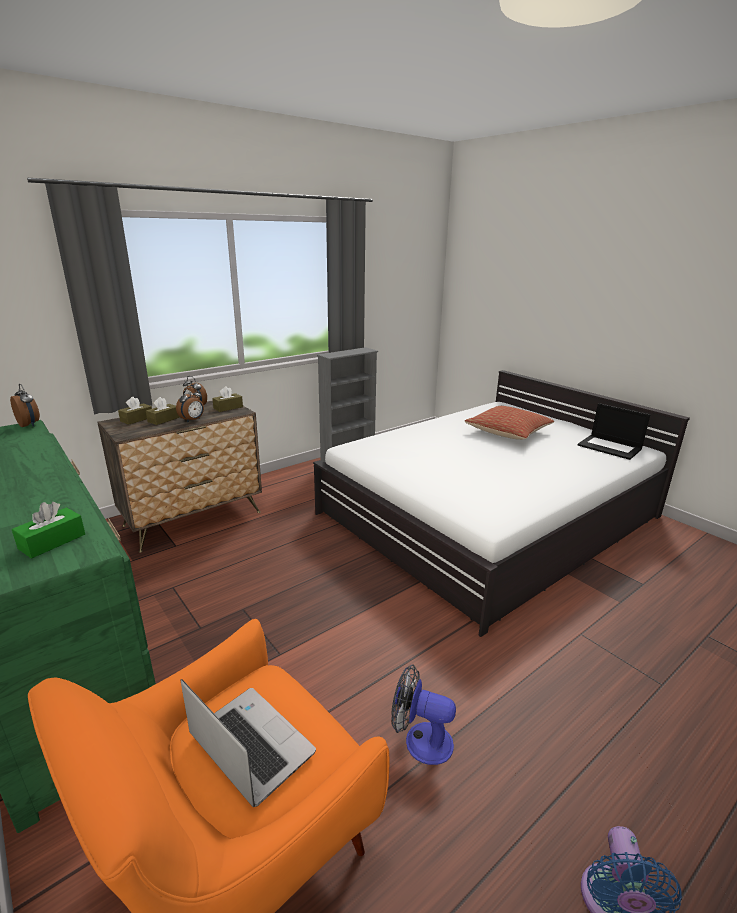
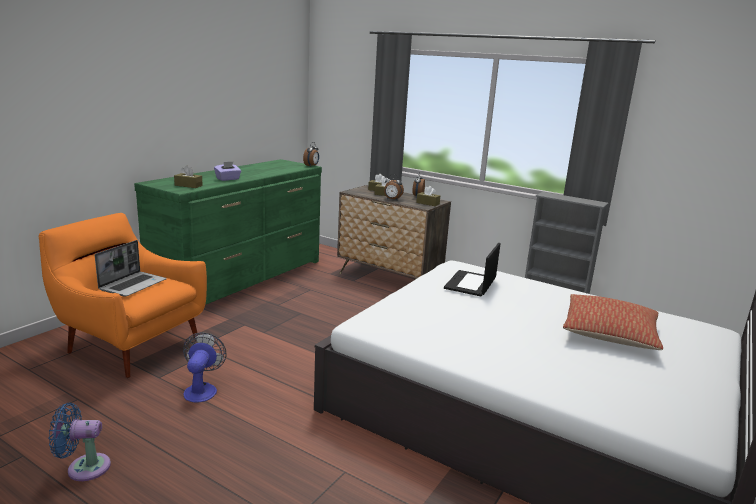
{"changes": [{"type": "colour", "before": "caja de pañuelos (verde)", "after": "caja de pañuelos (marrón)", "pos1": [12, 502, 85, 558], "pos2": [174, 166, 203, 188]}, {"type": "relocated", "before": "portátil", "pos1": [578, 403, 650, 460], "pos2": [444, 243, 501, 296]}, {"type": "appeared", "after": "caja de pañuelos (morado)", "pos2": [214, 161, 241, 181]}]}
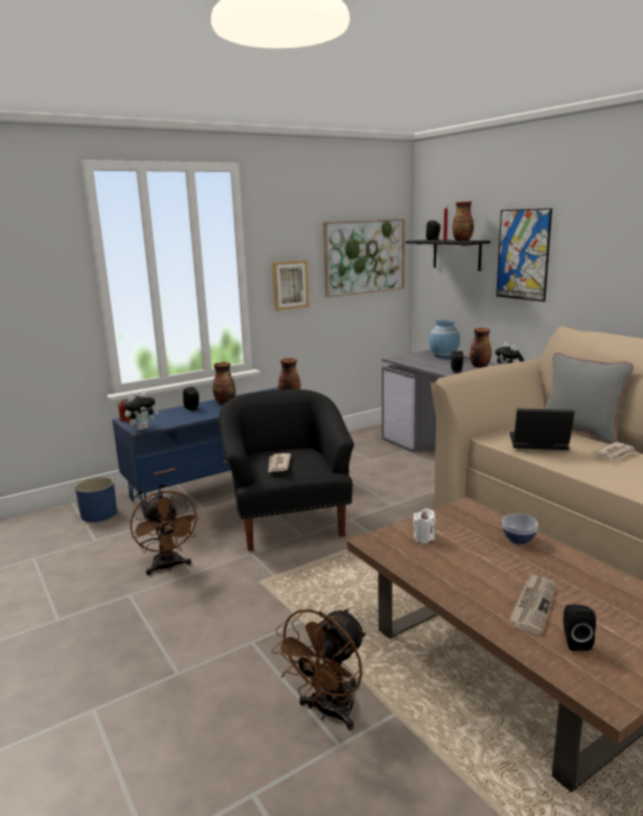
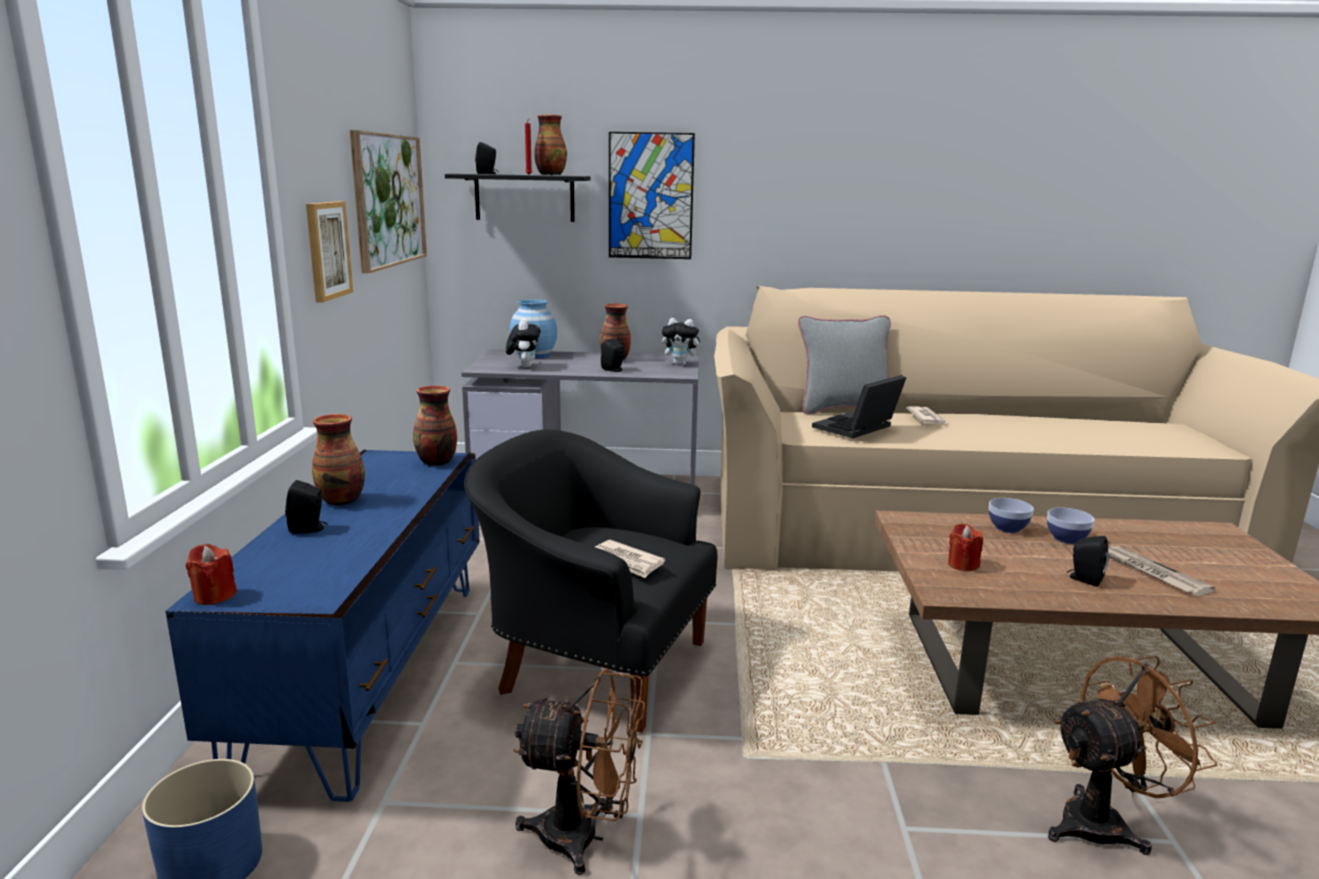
{"changes": [{"type": "relocated", "before": "peluche", "pos1": [124, 392, 158, 431], "pos2": [506, 318, 541, 368]}, {"type": "spun", "before": "ventilador (marrón)", "pos1": [272, 609, 366, 730], "pos2": [1048, 655, 1217, 855], "turn": -90}, {"type": "colour", "before": "vela (blanco)", "after": "vela (rojo)", "pos1": [413, 509, 435, 544], "pos2": [948, 523, 983, 571]}, {"type": "relocated", "before": "altavoz (negro)", "pos1": [563, 605, 596, 651], "pos2": [1066, 536, 1109, 587]}, {"type": "appeared", "after": "cuenco", "pos2": [1047, 507, 1094, 544]}]}
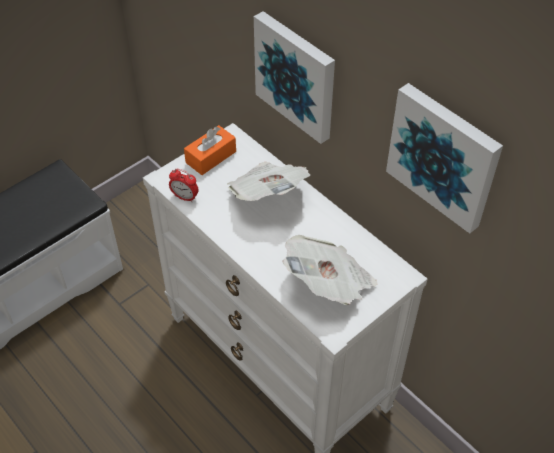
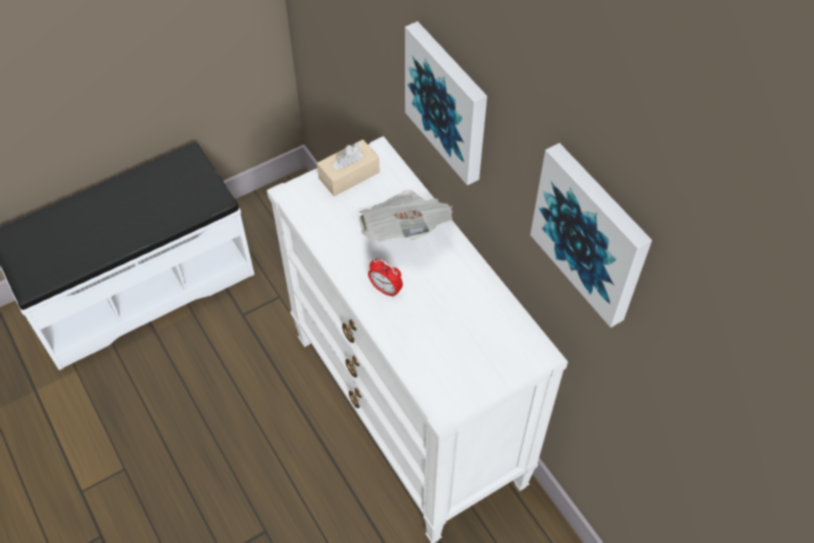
{"changes": [{"type": "relocated", "before": "despertador", "pos1": [169, 169, 199, 202], "pos2": [368, 258, 403, 298]}, {"type": "colour", "before": "caja de pañuelos (naranja)", "after": "caja de pañuelos (beis)", "pos1": [184, 125, 236, 175], "pos2": [317, 139, 380, 196]}, {"type": "missing", "before": "periódico", "pos1": [282, 235, 377, 305]}]}
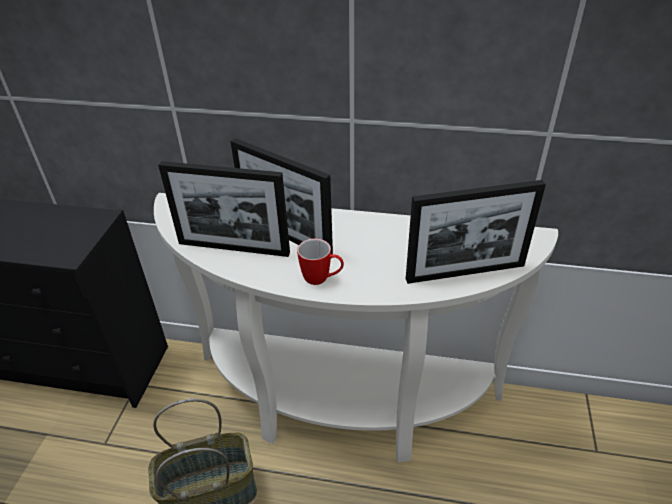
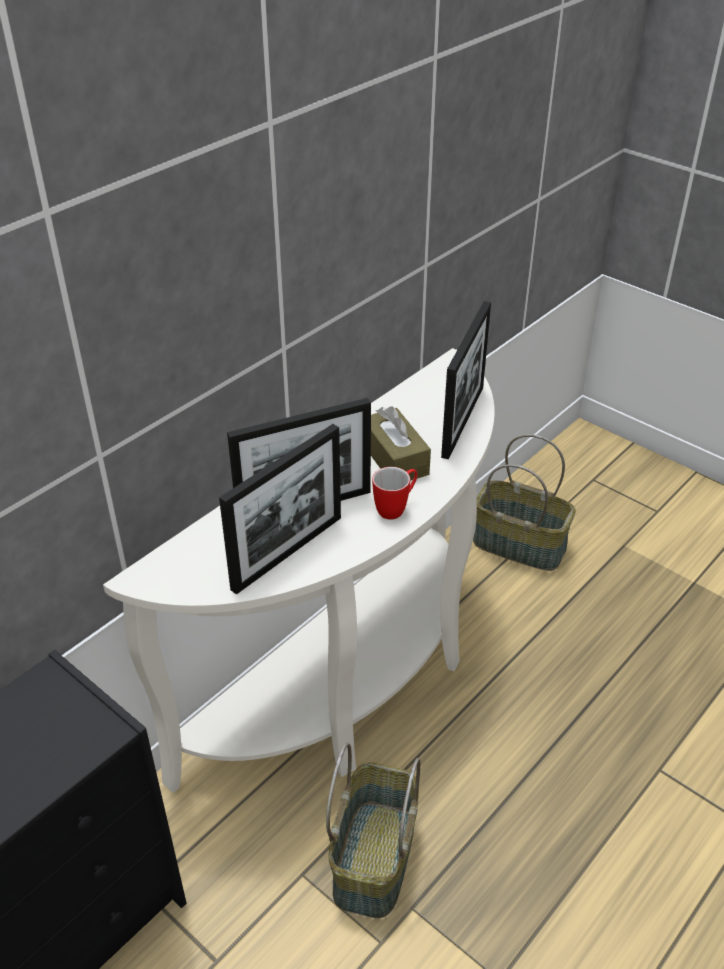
{"changes": [{"type": "appeared", "after": "caja de pañuelos (marrón)", "pos2": [371, 406, 431, 481]}, {"type": "appeared", "after": "cesta", "pos2": [473, 434, 576, 571]}]}
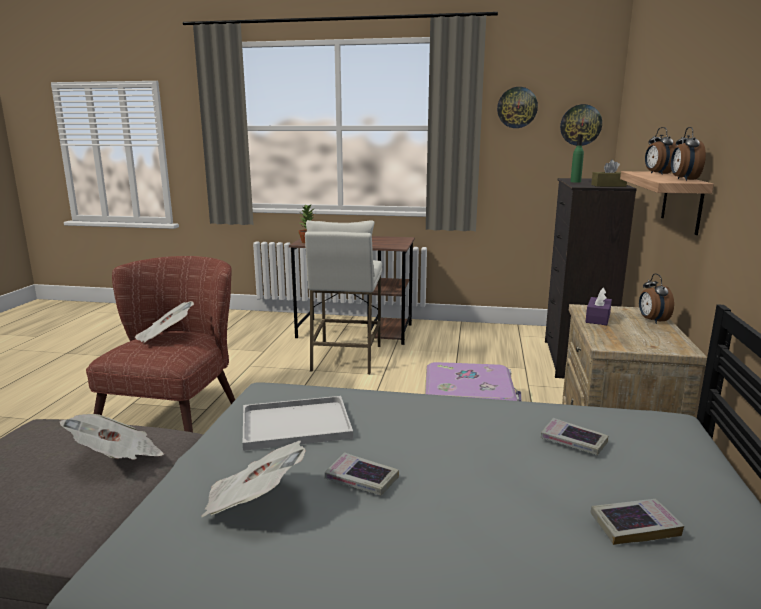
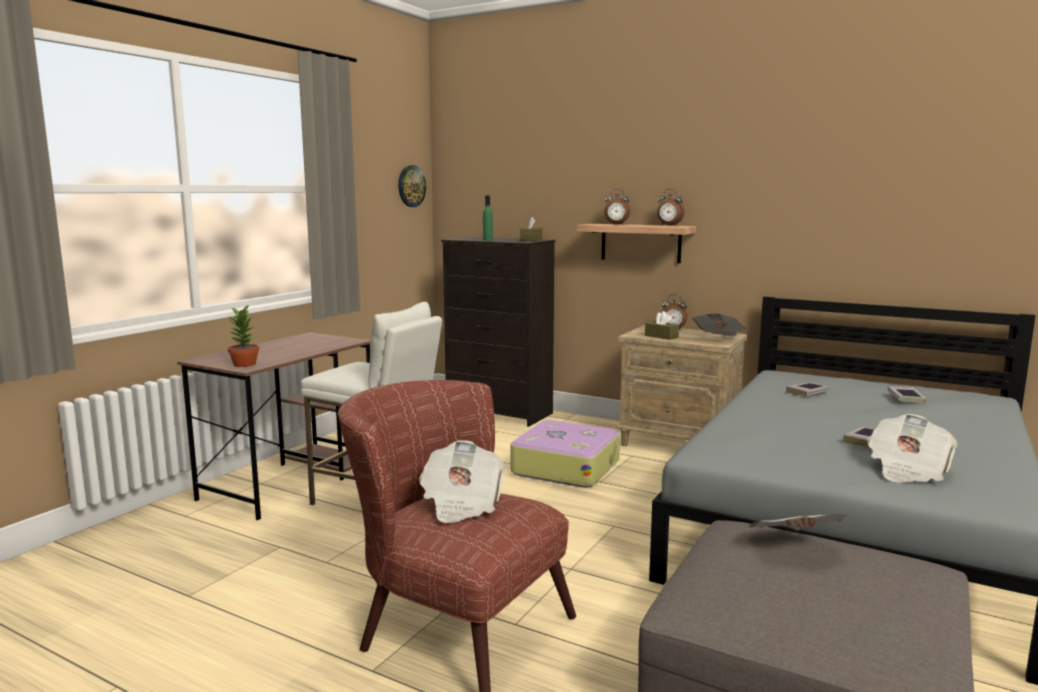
{"changes": [{"type": "missing", "before": "bandeja (blanco)", "pos1": [243, 396, 353, 451]}, {"type": "missing", "before": "reloj de pared", "pos1": [497, 87, 538, 128]}, {"type": "colour", "before": "caja de pañuelos (morado)", "after": "caja de pañuelos (marrón)", "pos1": [585, 287, 612, 325], "pos2": [645, 311, 679, 340]}, {"type": "appeared", "after": "periódico", "pos2": [692, 314, 745, 336]}]}
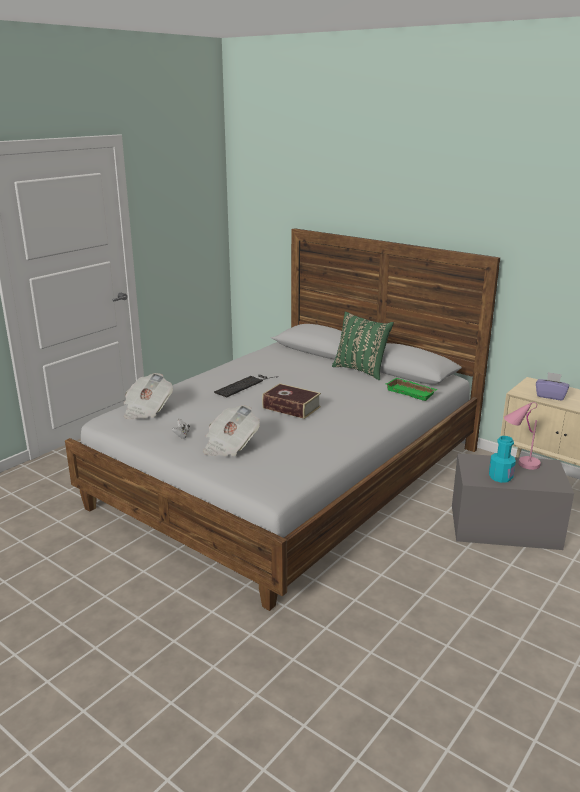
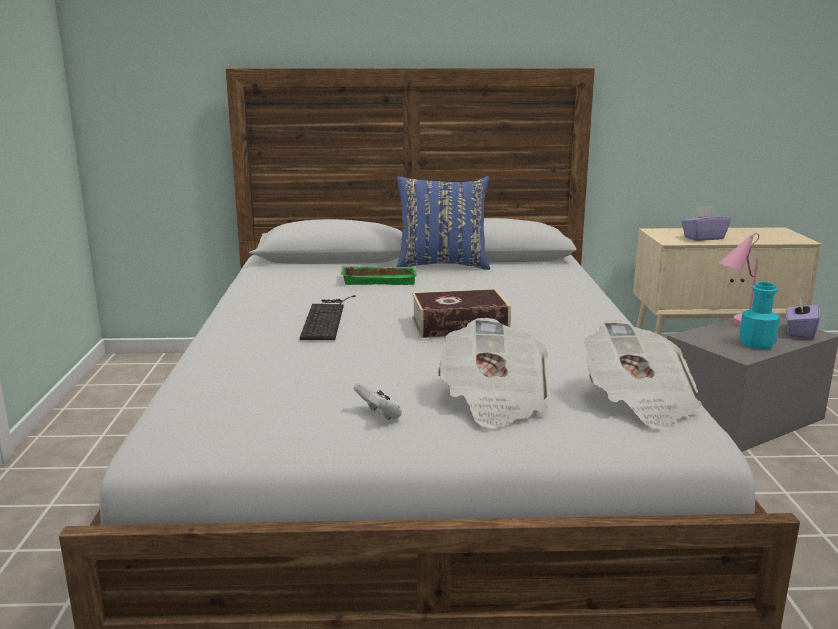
{"changes": [{"type": "relocated", "before": "periódico", "pos1": [124, 373, 173, 420], "pos2": [584, 320, 702, 430]}, {"type": "colour", "before": "cojín (verde)", "after": "cojín (azul)", "pos1": [332, 312, 394, 380], "pos2": [397, 176, 490, 270]}, {"type": "relocated", "before": "bandeja (verde)", "pos1": [386, 377, 438, 401], "pos2": [341, 266, 417, 285]}, {"type": "appeared", "after": "caja de pañuelos (morado)", "pos2": [786, 296, 820, 340]}]}
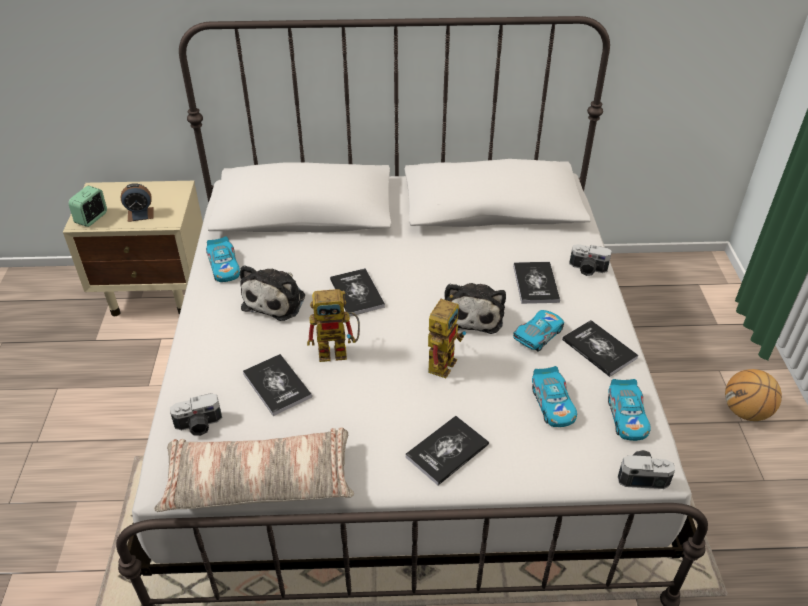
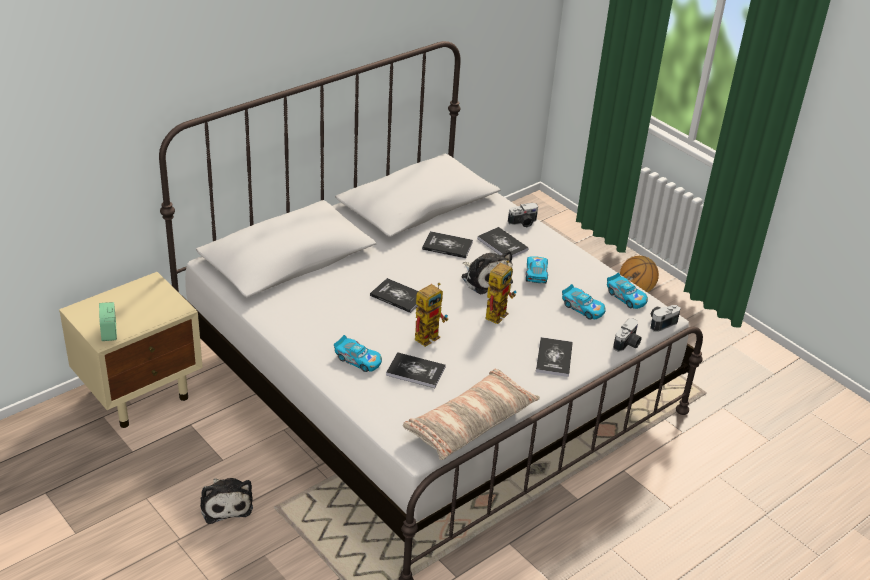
{"changes": [{"type": "missing", "before": "despertador", "pos1": [121, 183, 153, 222]}, {"type": "relocated", "before": "cámara", "pos1": [170, 393, 222, 436], "pos2": [613, 318, 641, 352]}, {"type": "relocated", "before": "coche de juguete", "pos1": [206, 236, 240, 282], "pos2": [334, 335, 382, 372]}, {"type": "relocated", "before": "peluche", "pos1": [240, 265, 305, 321], "pos2": [200, 478, 253, 524]}, {"type": "spun", "before": "robot de juguete", "pos1": [428, 295, 466, 378], "pos2": [485, 260, 516, 324], "turn": 45}, {"type": "relocated", "before": "libro", "pos1": [562, 320, 638, 377], "pos2": [422, 231, 473, 258]}]}
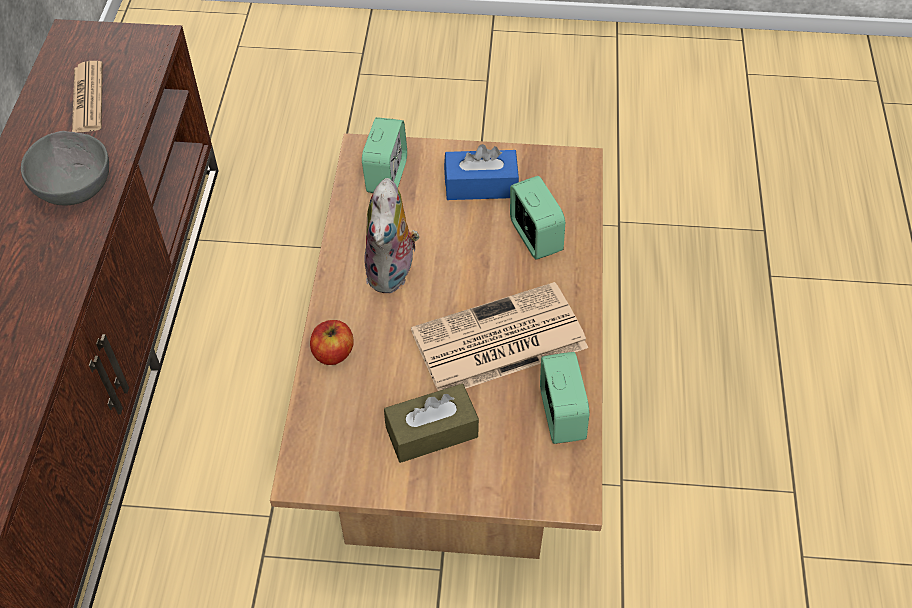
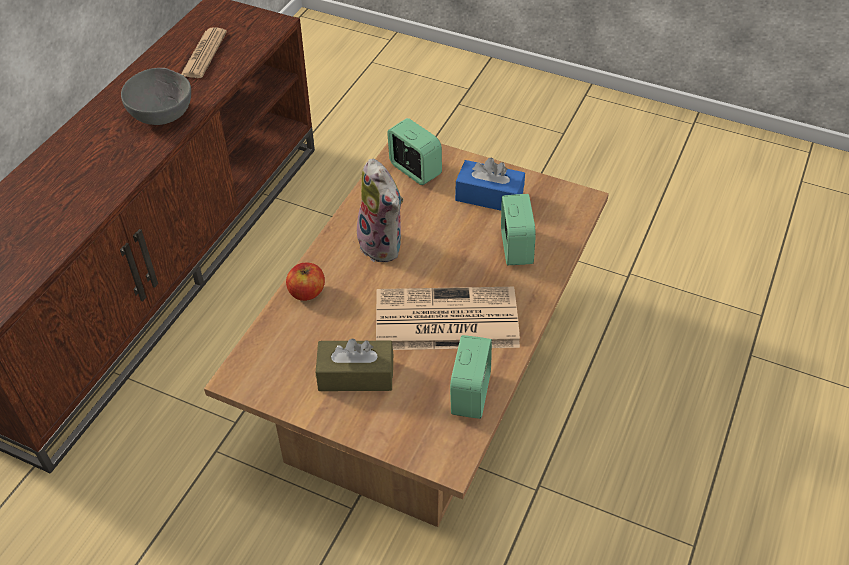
{"changes": [{"type": "spun", "before": "despertador", "pos1": [362, 117, 407, 193], "pos2": [387, 118, 442, 185], "turn": -75}, {"type": "spun", "before": "peluche", "pos1": [364, 178, 419, 293], "pos2": [357, 159, 403, 262], "turn": -60}]}
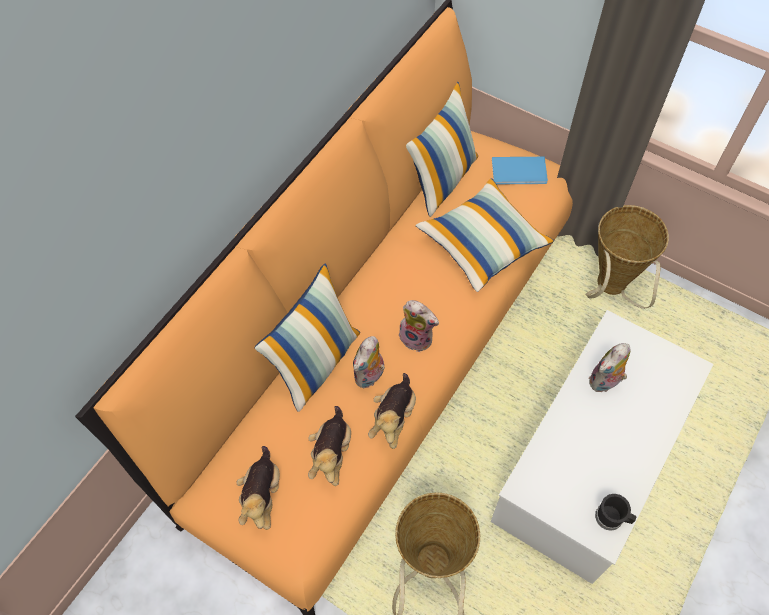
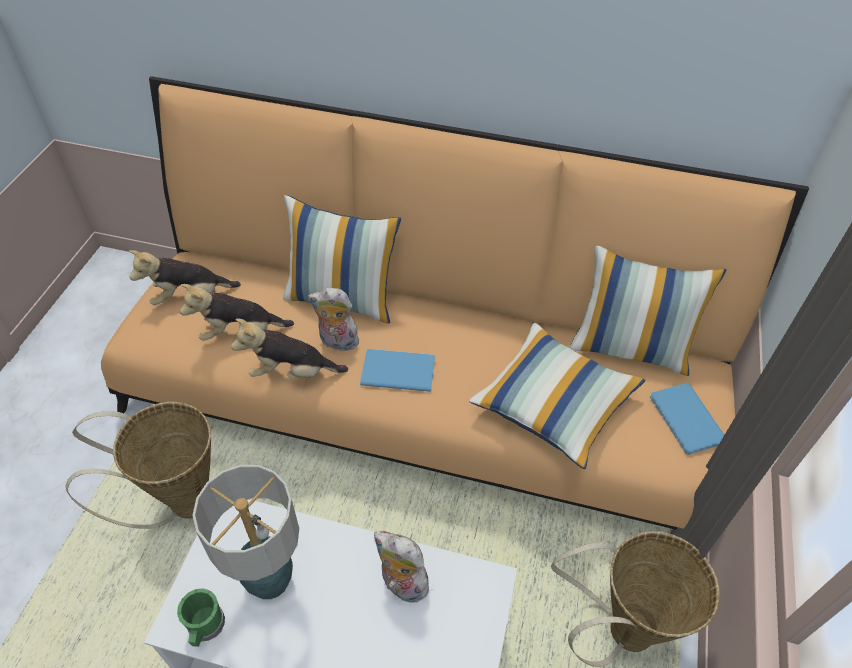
{"changes": [{"type": "exchanged", "before": "peluche", "after": "libro (azul)", "pos1": [399, 300, 439, 352], "pos2": [360, 349, 435, 392]}, {"type": "colour", "before": "taza grande (negro)", "after": "taza grande (verde)", "pos1": [595, 494, 637, 531], "pos2": [177, 588, 225, 647]}, {"type": "appeared", "after": "lámpara de mesa", "pos2": [192, 465, 299, 599]}]}
